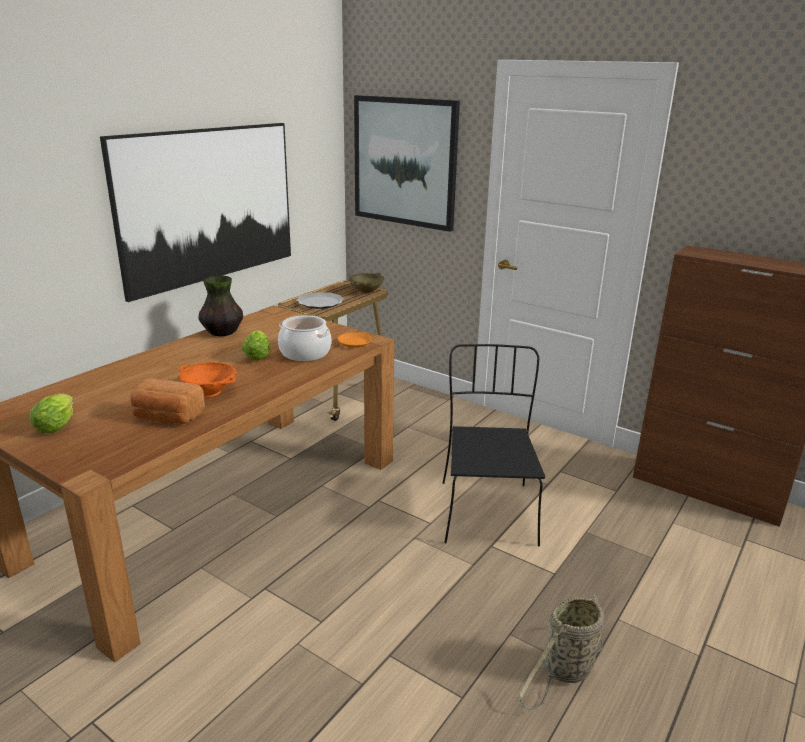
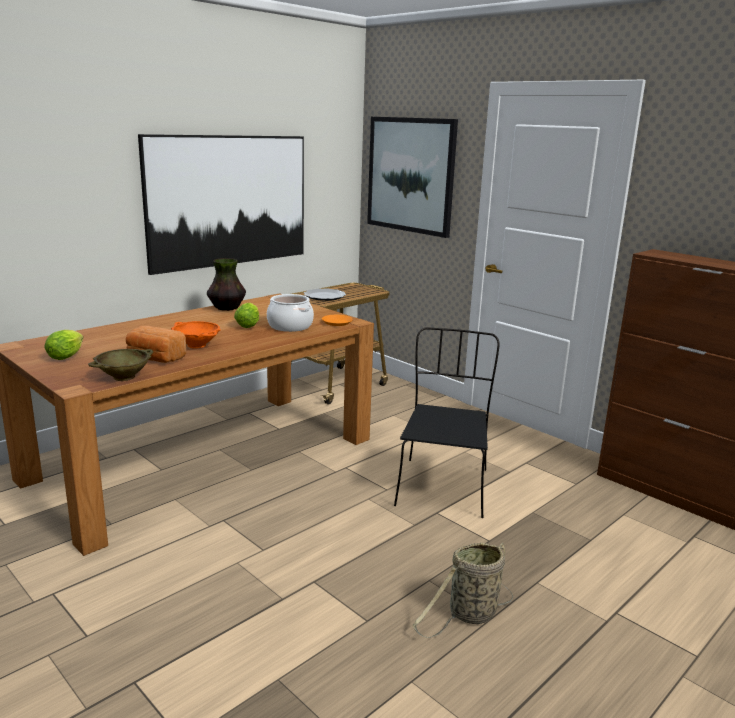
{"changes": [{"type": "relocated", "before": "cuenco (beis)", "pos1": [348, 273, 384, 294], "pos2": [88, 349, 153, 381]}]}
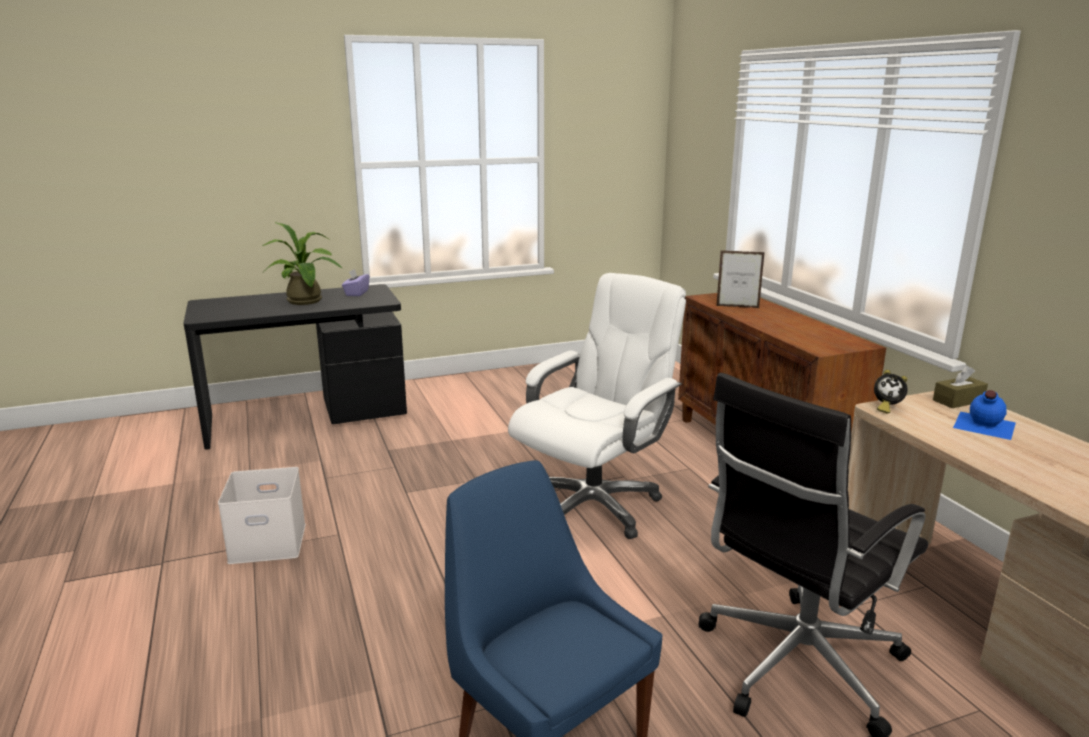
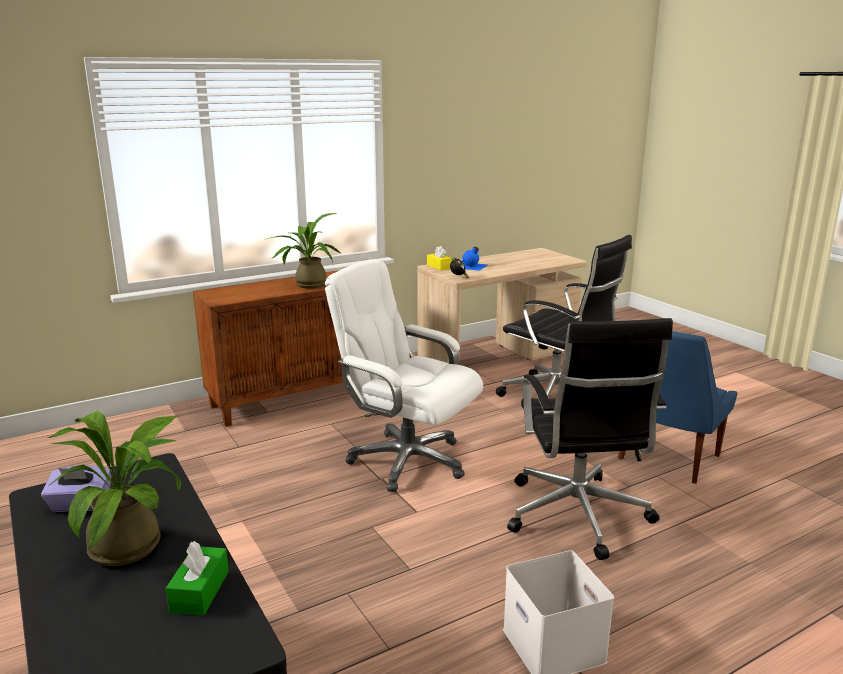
{"changes": [{"type": "missing", "before": "portarretratos", "pos1": [716, 250, 765, 308]}, {"type": "colour", "before": "caja de pañuelos (marrón)", "after": "caja de pañuelos (amarillo)", "pos1": [933, 366, 988, 408], "pos2": [427, 246, 452, 270]}, {"type": "appeared", "after": "caja de pañuelos (verde)", "pos2": [165, 541, 229, 616]}, {"type": "appeared", "after": "planta en maceta", "pos2": [264, 213, 342, 289]}, {"type": "appeared", "after": "silla de oficina (negro)", "pos2": [507, 318, 673, 560]}]}
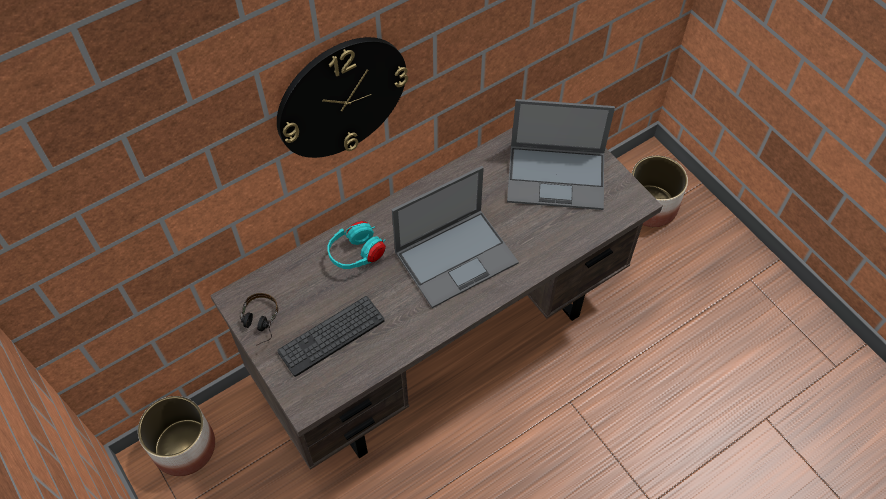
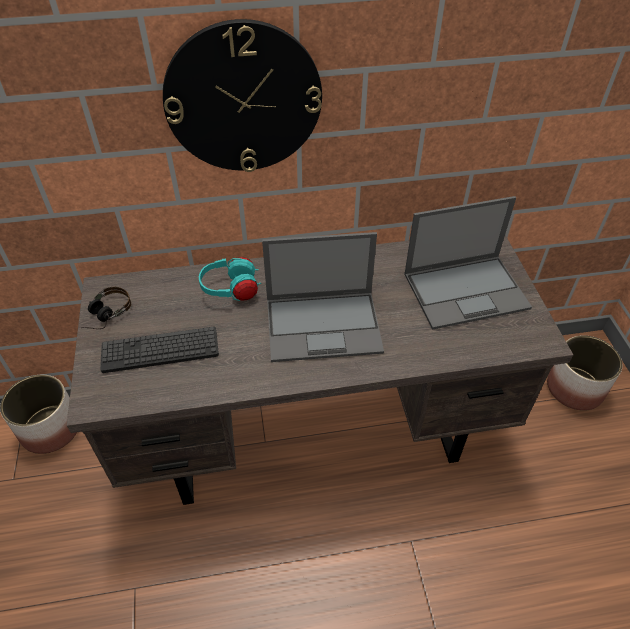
{"changes": [{"type": "spun", "before": "portátil", "pos1": [507, 99, 615, 210], "pos2": [404, 196, 532, 330], "turn": -45}]}
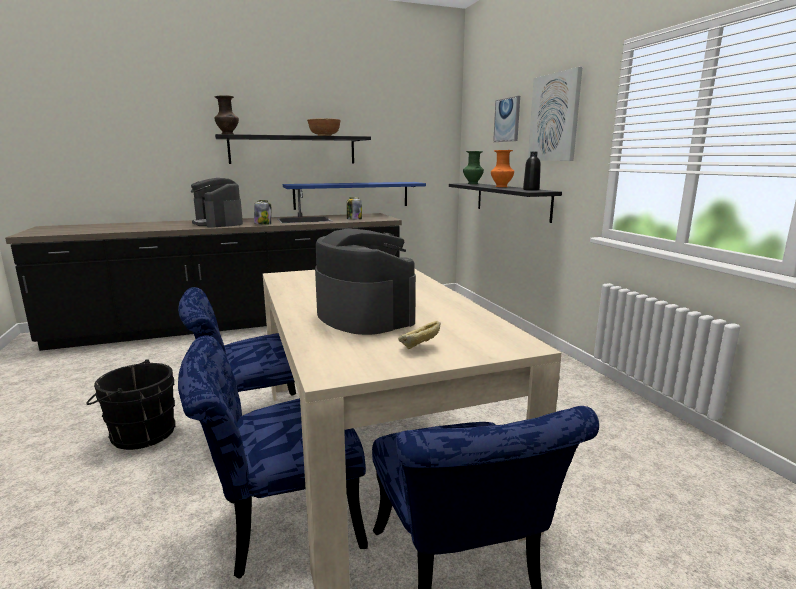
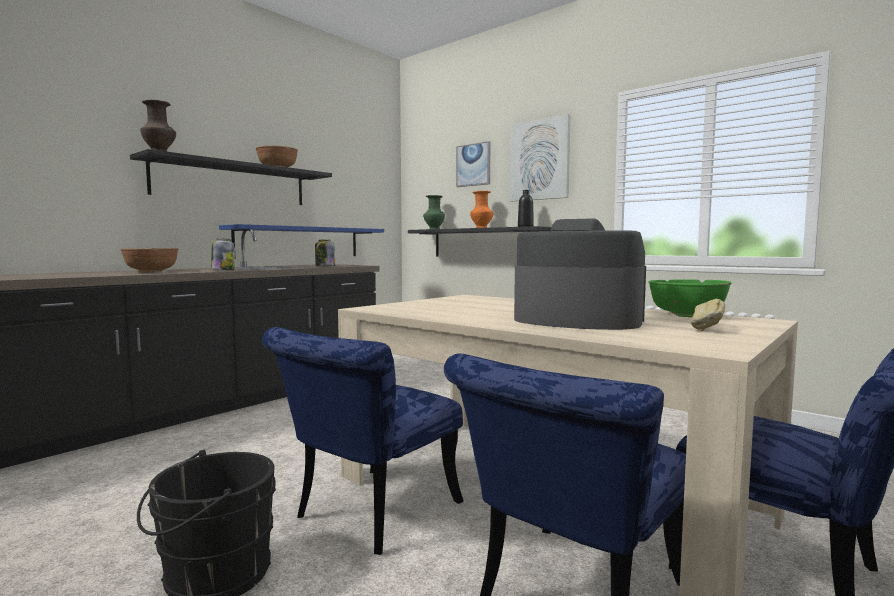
{"changes": [{"type": "exchanged", "before": "cafetera", "after": "cuenco (marrón)", "pos1": [191, 178, 243, 228], "pos2": [120, 248, 178, 272]}, {"type": "appeared", "after": "cuenco (verde)", "pos2": [648, 280, 731, 317]}]}
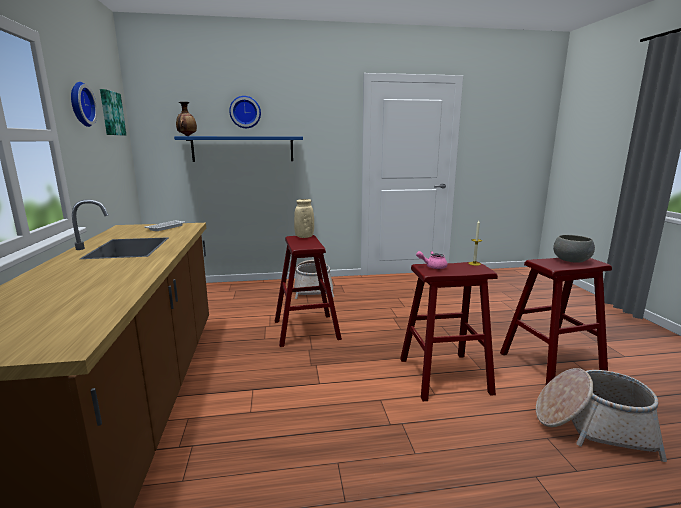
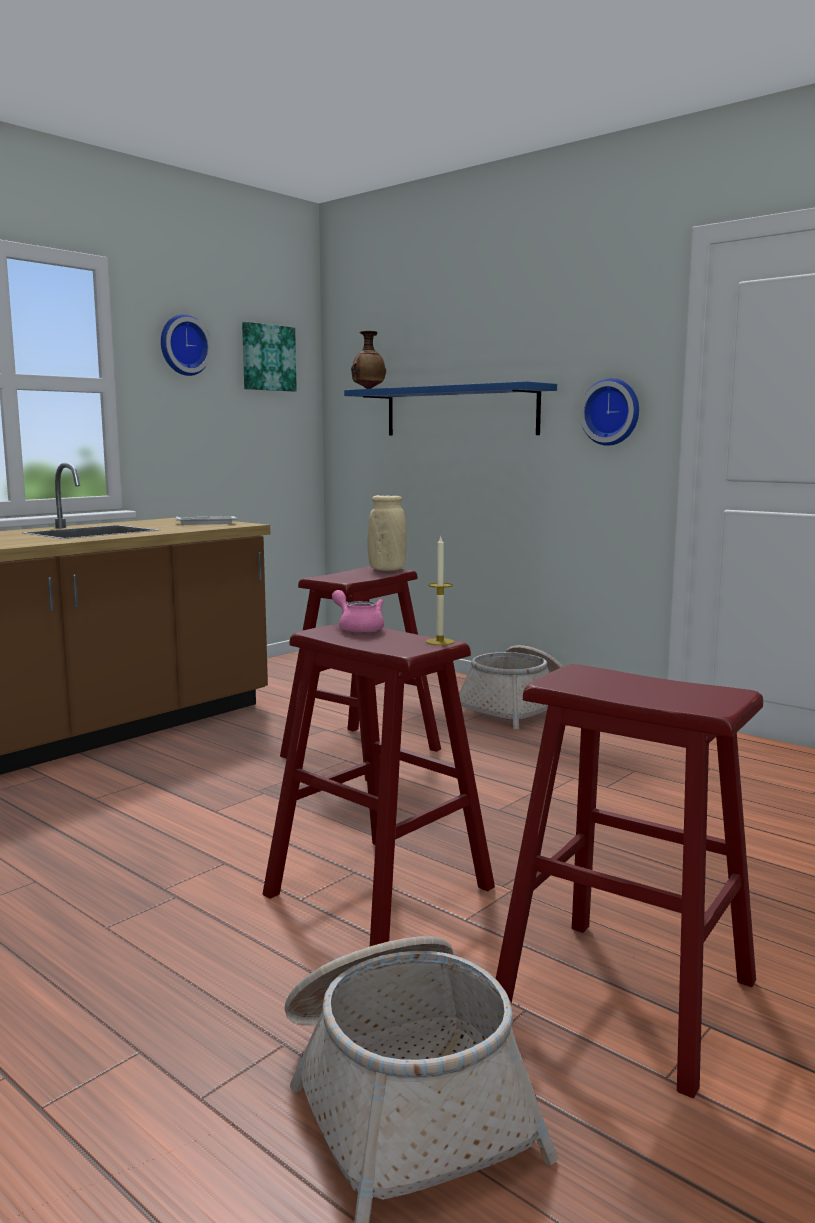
{"changes": [{"type": "relocated", "before": "reloj de pared", "pos1": [229, 96, 261, 128], "pos2": [580, 378, 639, 446]}, {"type": "missing", "before": "cuenco (gris)", "pos1": [553, 235, 595, 263]}]}
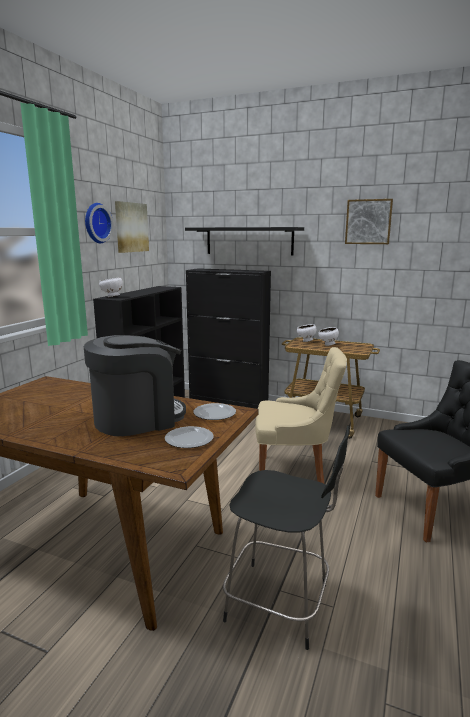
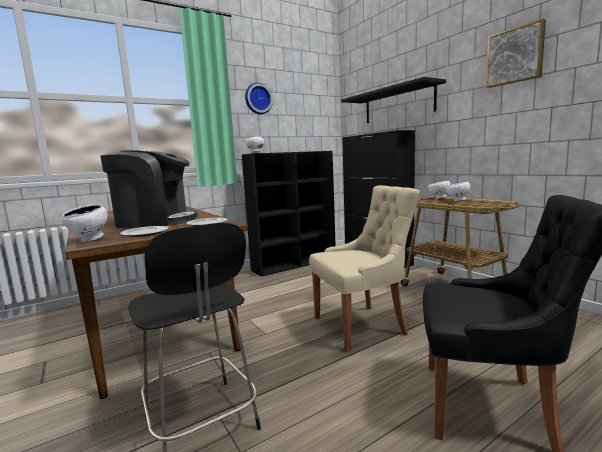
{"changes": [{"type": "missing", "before": "cuadro", "pos1": [115, 201, 149, 253]}, {"type": "spun", "before": "silla (beis)", "pos1": [255, 347, 347, 484], "pos2": [309, 185, 420, 351], "turn": -60}, {"type": "appeared", "after": "cuenco (blanco)", "pos2": [62, 204, 108, 242]}]}
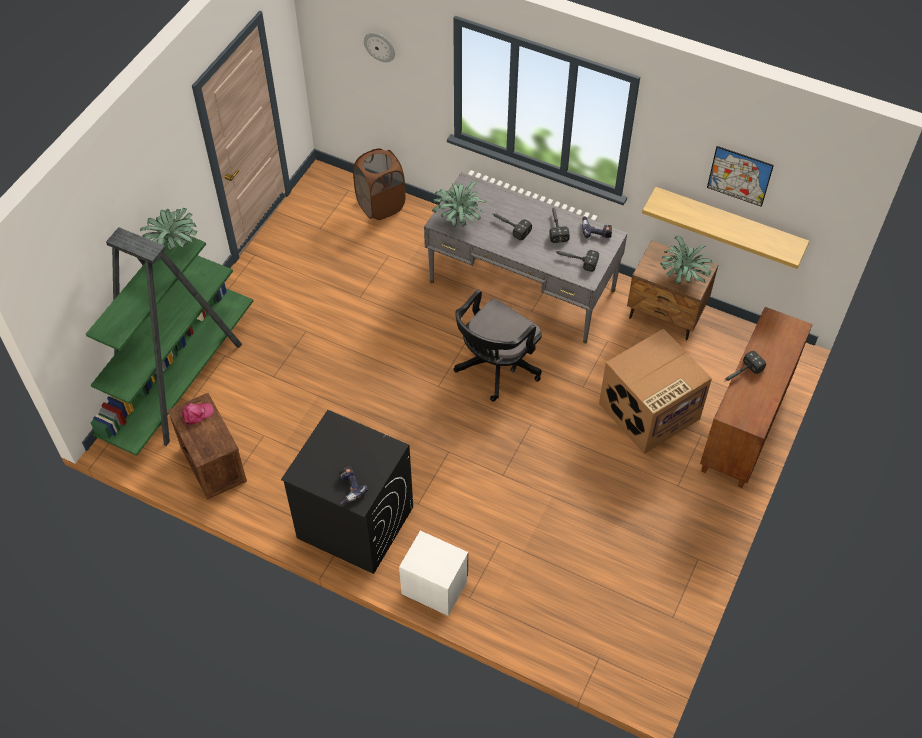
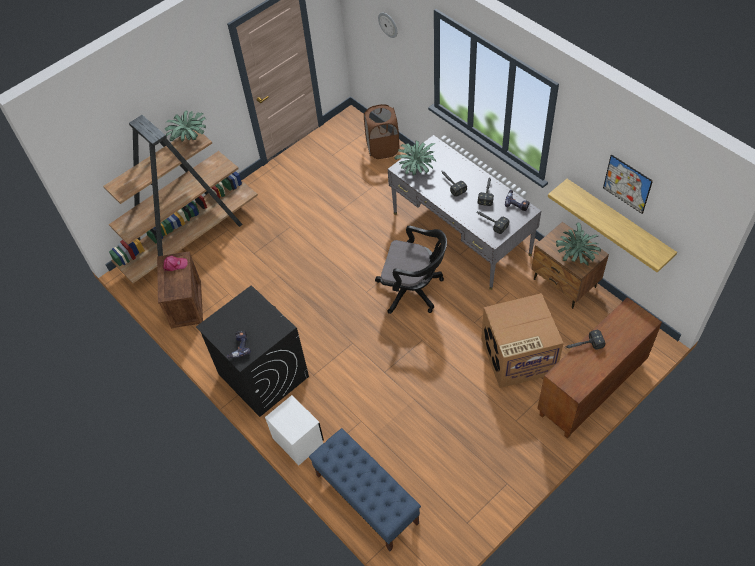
{"changes": [{"type": "colour", "before": "estantería (verde)", "after": "estantería (marrón)", "pos1": [86, 227, 253, 456], "pos2": [103, 115, 258, 283]}, {"type": "spun", "before": "silla de oficina (negro)", "pos1": [454, 290, 542, 401], "pos2": [375, 226, 447, 314], "turn": -135}, {"type": "appeared", "after": "banco (azul)", "pos2": [309, 428, 421, 551]}]}
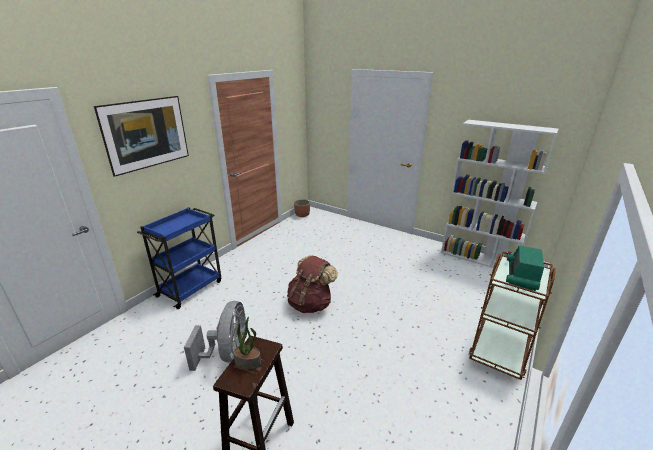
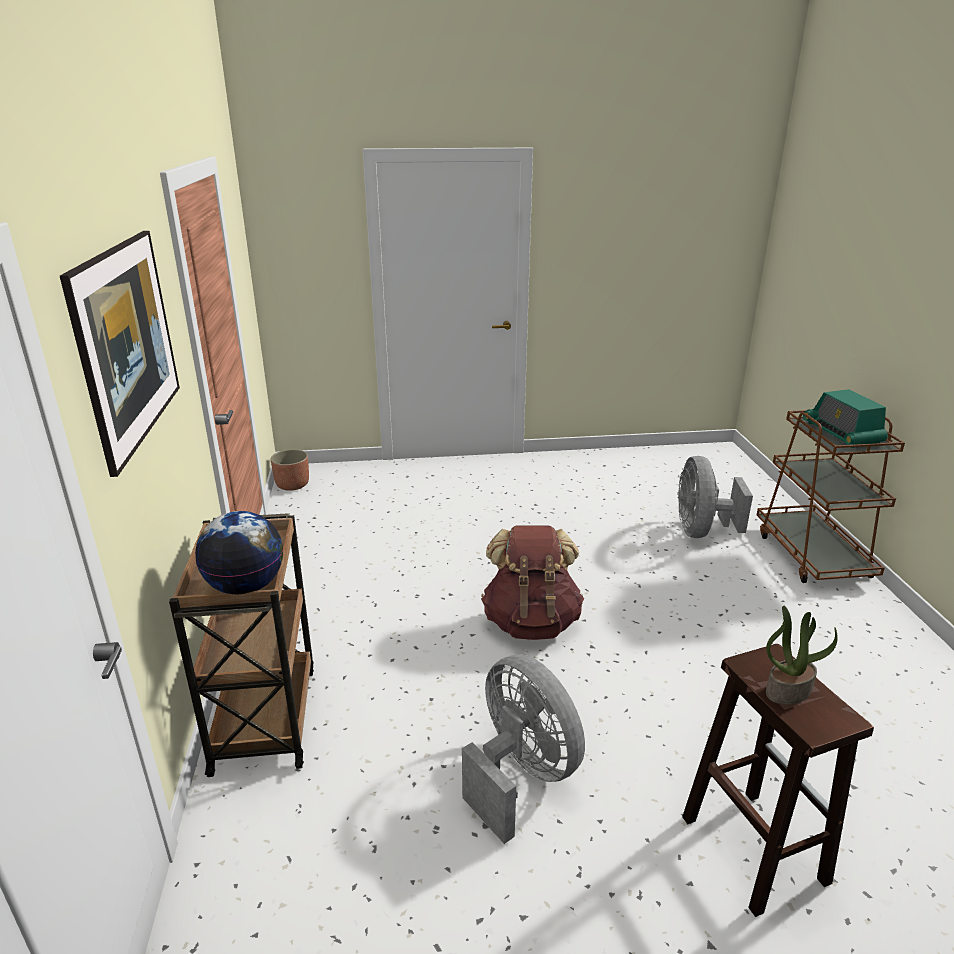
{"changes": [{"type": "colour", "before": "carrito (azul)", "after": "carrito (marrón)", "pos1": [137, 207, 221, 309], "pos2": [169, 513, 314, 777]}, {"type": "missing", "before": "estantería (blanco)", "pos1": [441, 120, 558, 268]}, {"type": "appeared", "after": "globo terráqueo", "pos2": [195, 511, 283, 595]}, {"type": "appeared", "after": "ventilador (gris)", "pos2": [677, 456, 753, 538]}]}
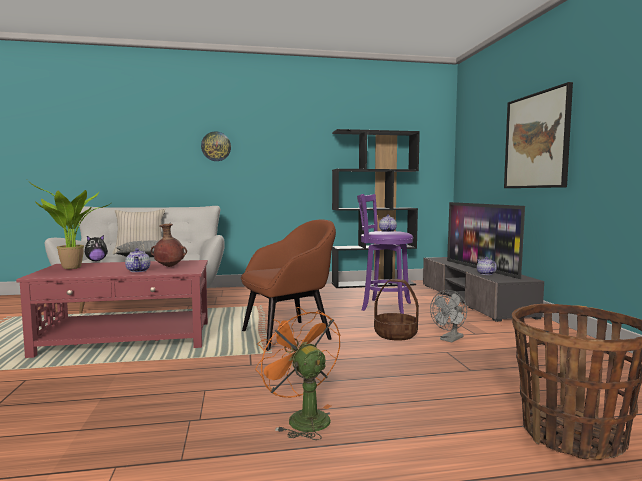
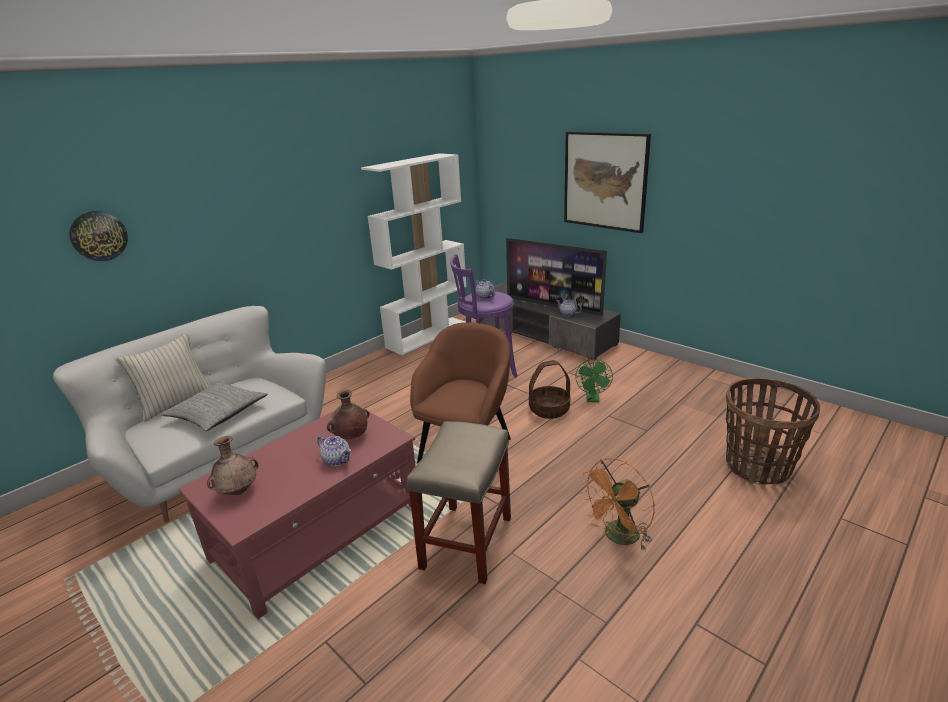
{"changes": [{"type": "exchanged", "before": "planta en maceta", "after": "florero (marrón)", "pos1": [29, 182, 110, 269], "pos2": [207, 436, 258, 495]}, {"type": "missing", "before": "peluche", "pos1": [85, 235, 108, 261]}, {"type": "relocated", "before": "reloj de pared", "pos1": [201, 131, 231, 161], "pos2": [70, 211, 128, 261]}, {"type": "spun", "before": "ventilador (naranja)", "pos1": [255, 307, 340, 440], "pos2": [579, 458, 655, 551], "turn": -60}, {"type": "colour", "before": "estantería (negro)", "after": "estantería (blanco)", "pos1": [332, 129, 420, 288], "pos2": [361, 153, 467, 355]}, {"type": "colour", "before": "ventilador (gris)", "after": "ventilador (verde)", "pos1": [430, 290, 467, 342], "pos2": [575, 359, 613, 402]}, {"type": "appeared", "after": "taburete (beis)", "pos2": [407, 421, 511, 584]}]}
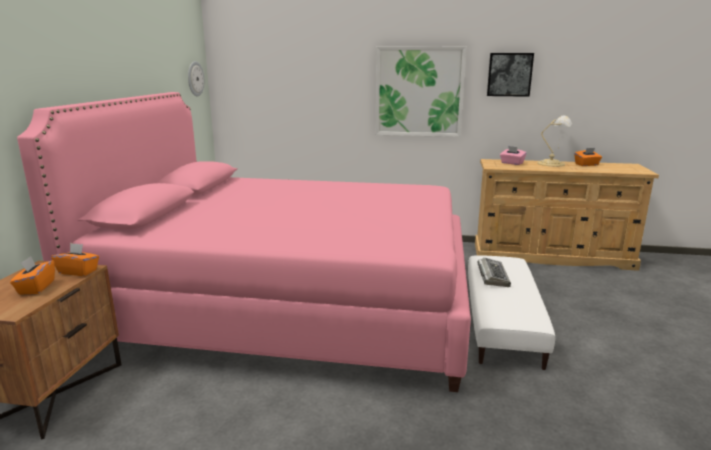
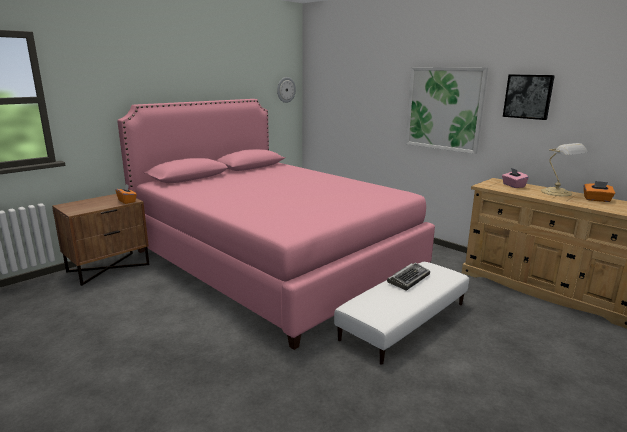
{"changes": [{"type": "missing", "before": "caja de pañuelos (naranja)", "pos1": [10, 256, 55, 295]}]}
